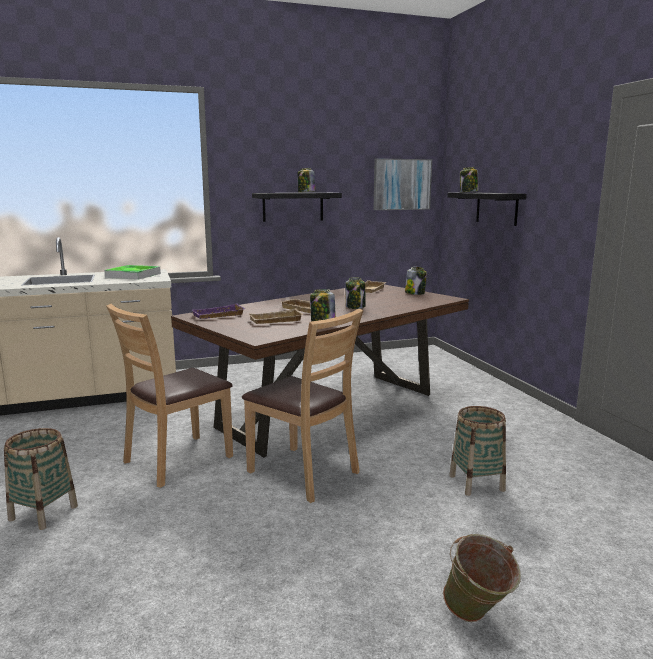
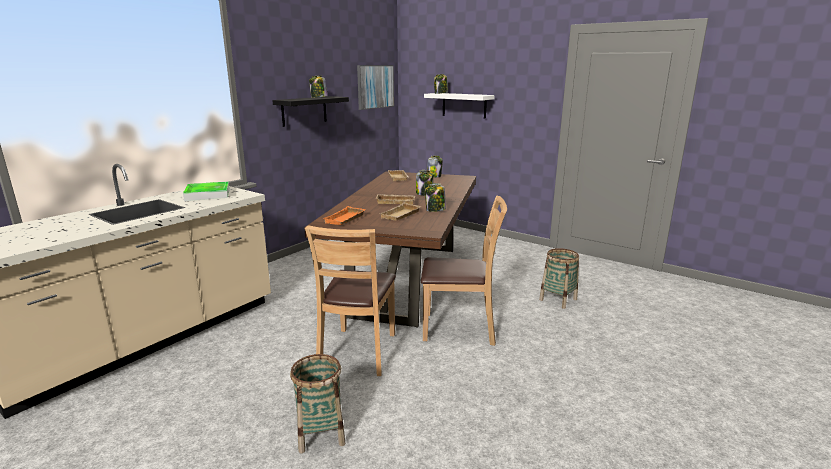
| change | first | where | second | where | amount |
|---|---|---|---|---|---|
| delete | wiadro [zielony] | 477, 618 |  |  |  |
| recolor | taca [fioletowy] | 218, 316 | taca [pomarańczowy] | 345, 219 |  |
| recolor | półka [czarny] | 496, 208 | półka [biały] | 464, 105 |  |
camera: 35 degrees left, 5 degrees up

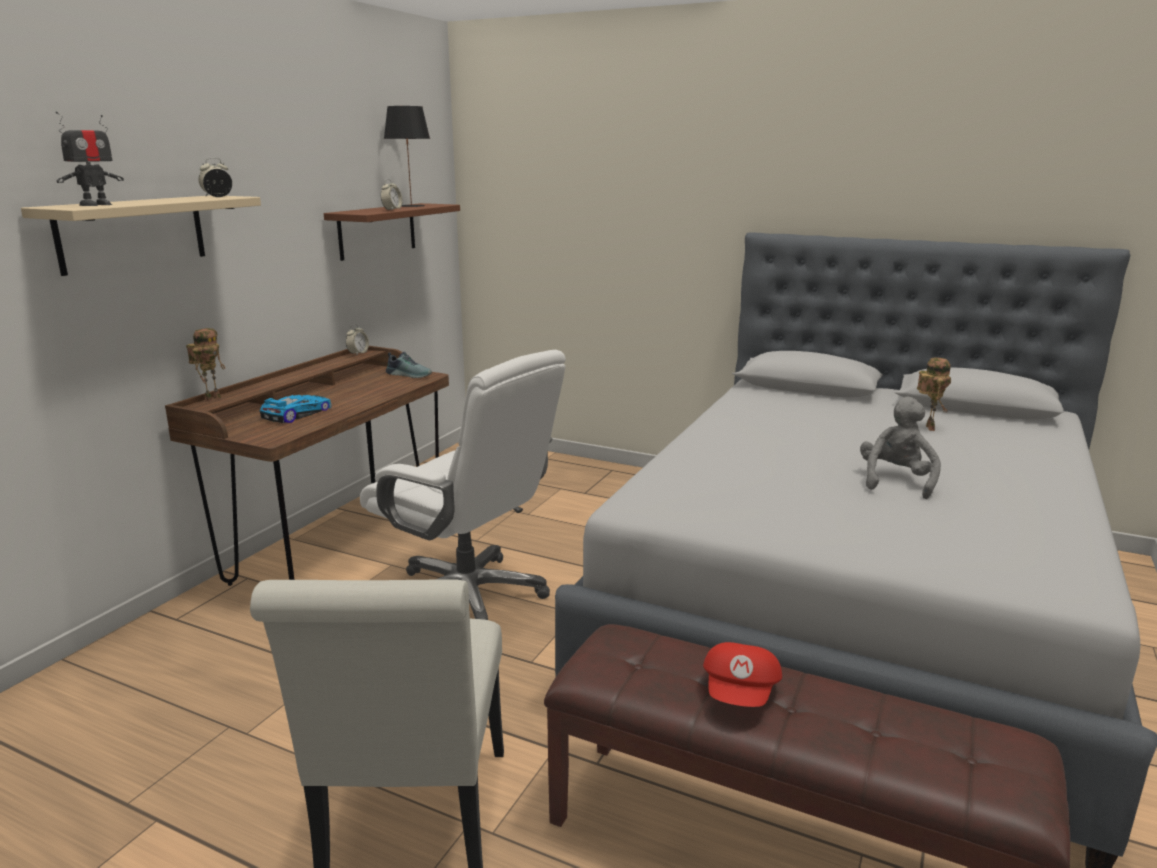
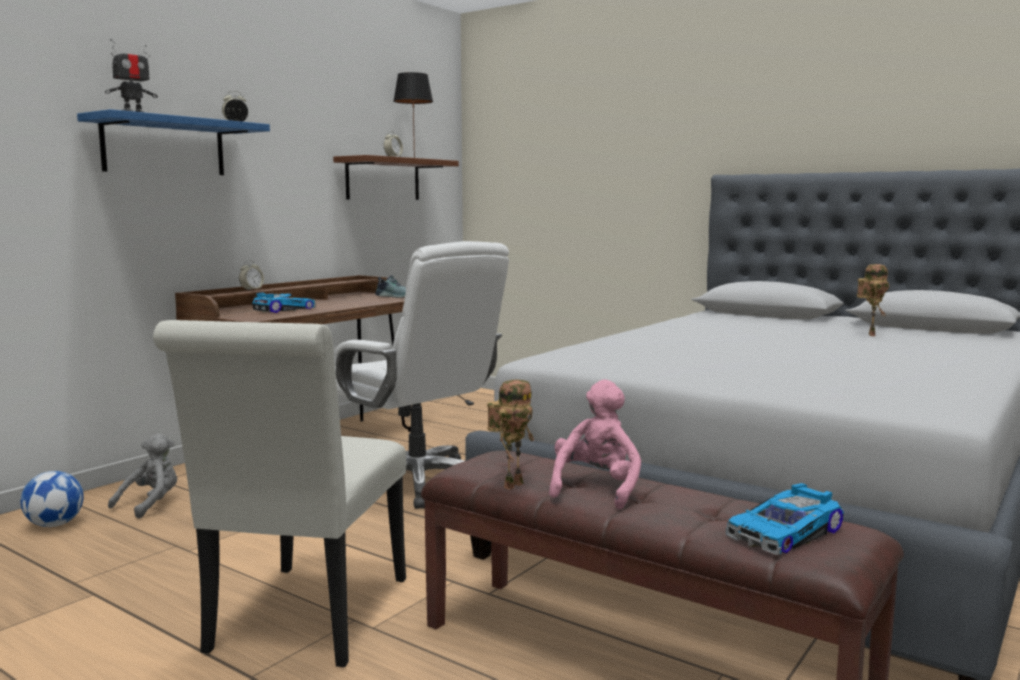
| change | first | where | second | where | amount |
|---|---|---|---|---|---|
| insert |  |  | piłka futbolowa | 55, 525 |  |
| insert |  |  | samochodzik | 787, 534 |  |
| move | robot zabawkowy | 212, 399 |  | 512, 484 |  |
| move | budzik | 358, 353 |  | 252, 289 |  |
| move | pluszak [szary] | 896, 481 |  | 151, 504 |  |
| replace | czapka z daszkiem [czerwony] | 741, 694 | pluszak [różowy] | 596, 489 |  |
| recolor | półka [beżowy] | 132, 233 | półka [niebieski] | 164, 147 |  |
camera: 10 degrees right, 10 degrees down

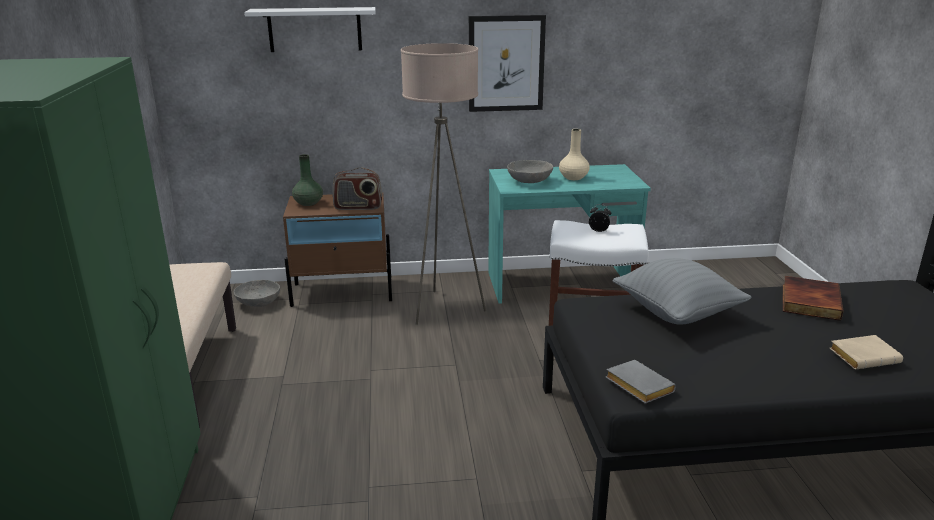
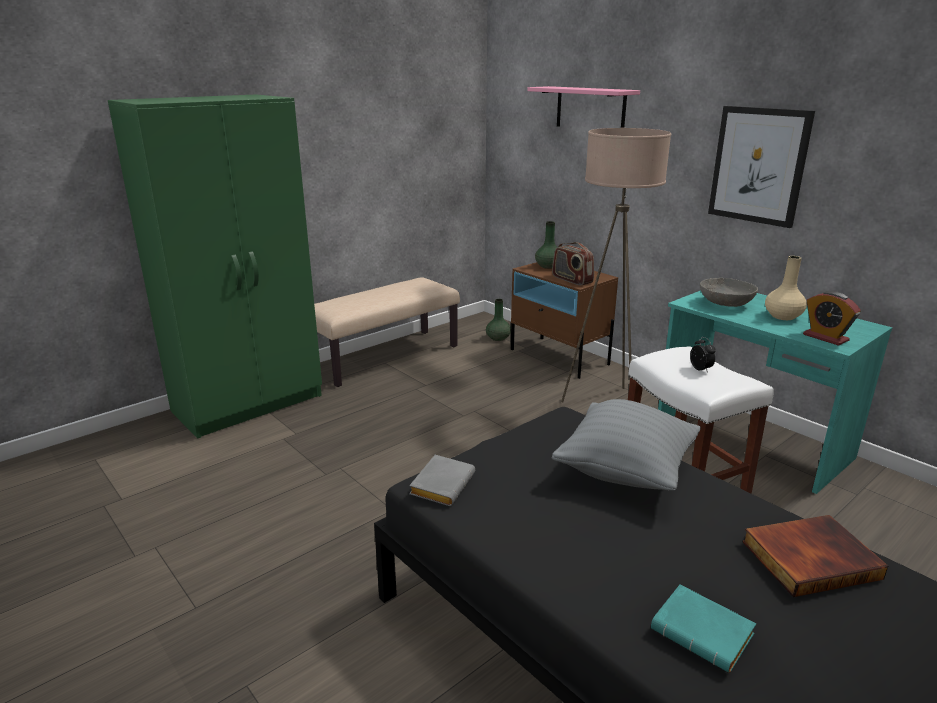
| change | first | where | second | where | amount |
|---|---|---|---|---|---|
| insert |  |  | budzik | 825, 337 |  |
| replace | miska [szary] | 258, 303 | wazon [zielony] | 498, 338 |  |
| recolor | półka [biały] | 315, 29 | półka [różowy] | 590, 109 |  |
| recolor | książka [beżowy] | 864, 356 | książka [turkusowy] | 705, 633 |  |
camera: 55 degrees right, 0 degrees up

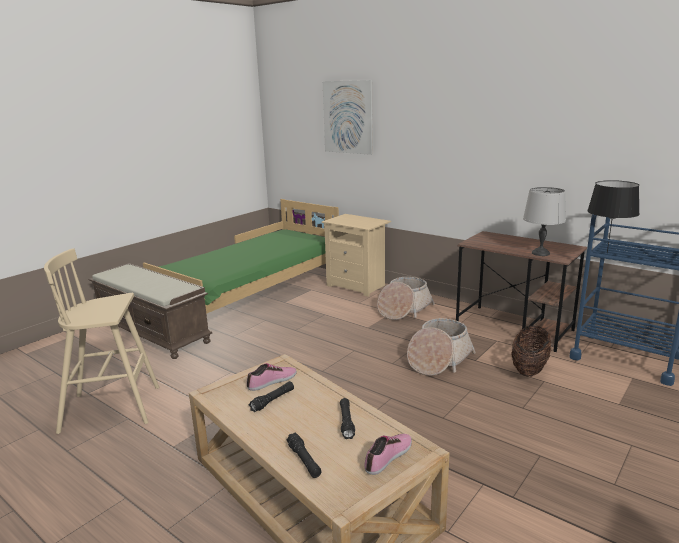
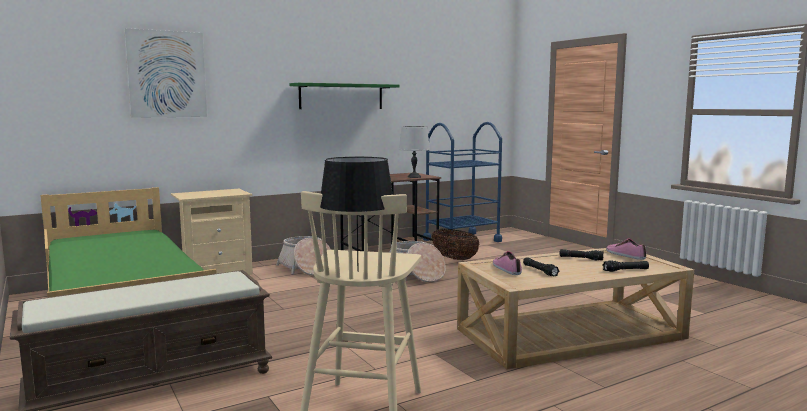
| change | first | where | second | where | amount |
|---|---|---|---|---|---|
| insert |  |  | półka [zielony] | 341, 96 |  |
| move | lampa stołowa [czarny] | 607, 253 |  | 357, 271 |  |
camera: 70 degrees left, 10 degrees down

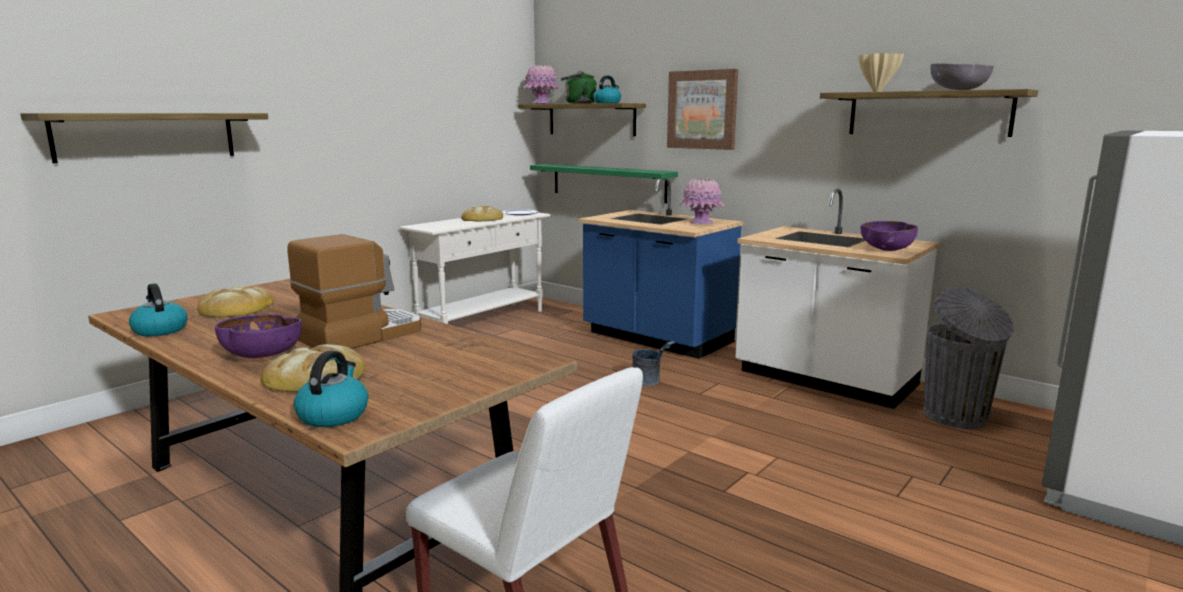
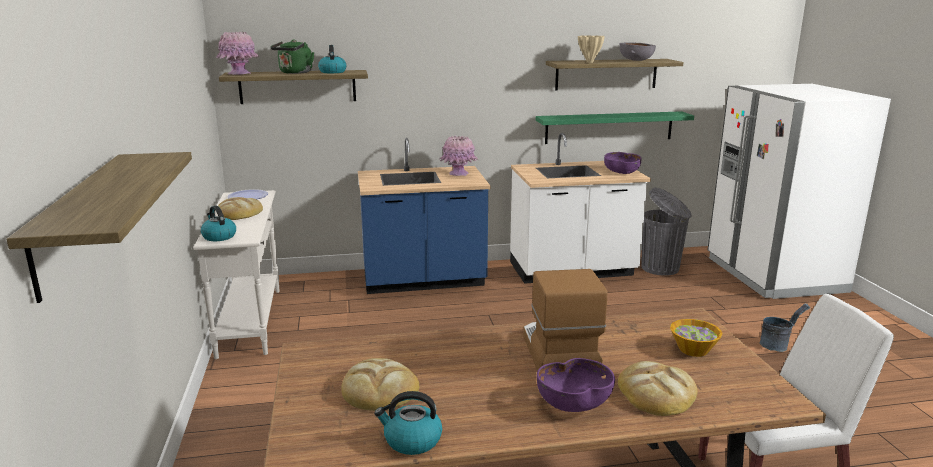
| change | first | where | second | where | amount |
|---|---|---|---|---|---|
| delete | obraz | 702, 110 |  |  |  |
| insert |  |  | miska | 693, 349 |  |
| move | czajnik | 333, 415 |  | 219, 236 |  |
| move | półka [zielony] | 608, 182 |  | 609, 127 |  |
| move | wiadro [szary] | 649, 382 |  | 778, 345 |  |
camera: 50 degrees left, 5 degrees up

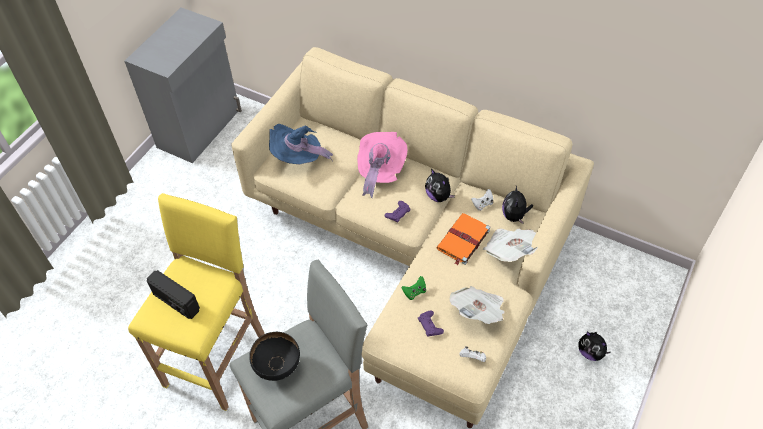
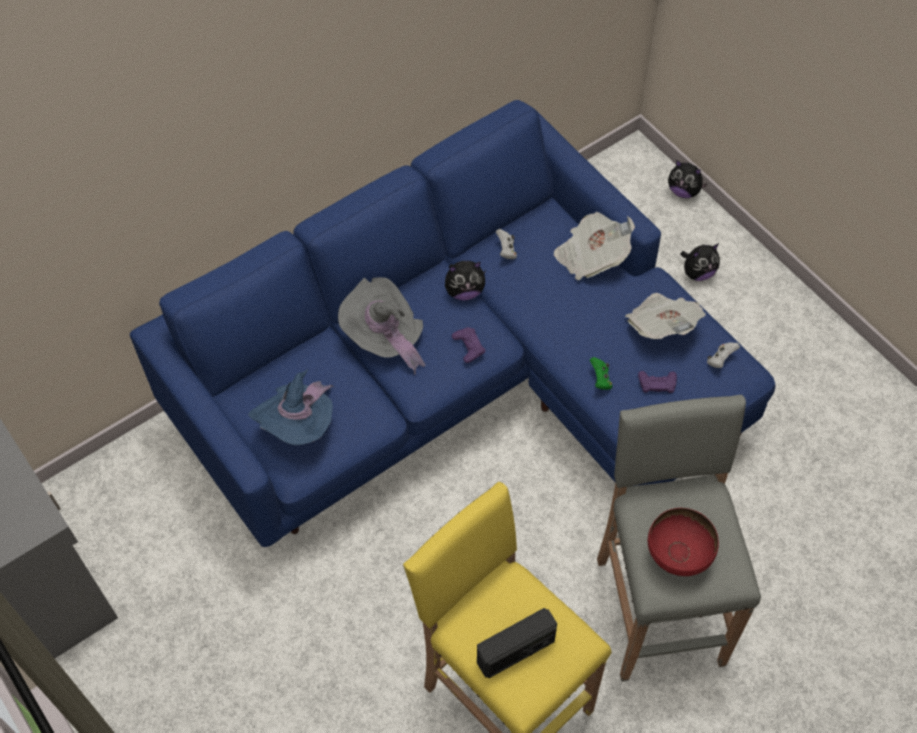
| change | first | where | second | where | amount |
|---|---|---|---|---|---|
| delete | książka [pomarańczowy] | 463, 240 |  |  |  |
| move | pluszak | 514, 216 |  | 684, 191 |  |
| recolor | kanapa [beżowy] | 415, 250 | kanapa [niebieski] | 460, 383 |  |
| recolor | miska [czarny] | 277, 367 | miska [czerwony] | 678, 556 |  |
| recolor | kapelusz [różowy] | 380, 171 | kapelusz [szary] | 384, 338 |  |
camera: 65 degrees left, 5 degrees up

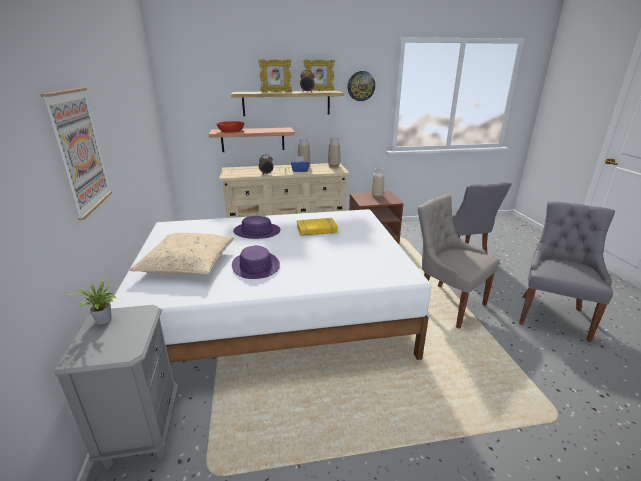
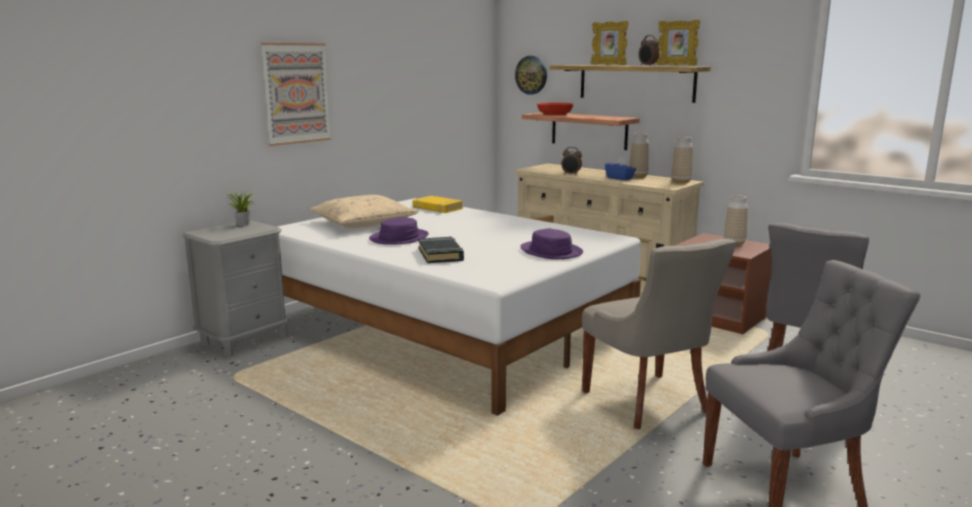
| change | first | where | second | where | amount |
|---|---|---|---|---|---|
| insert |  |  | książka [czarny] | 440, 254 |  |
| move | kapelusz [fioletowy] | 257, 231 |  | 551, 251 |  |
| move | książka [żółty] | 317, 230 |  | 437, 208 |  |
| move | zegar ścienny | 361, 86 |  | 531, 75 |  |
| rotate | krzesło [szary] | 446, 304 |  | 648, 403 | 150 degrees clockwise |
camera: 50 degrees right, 10 degrees down

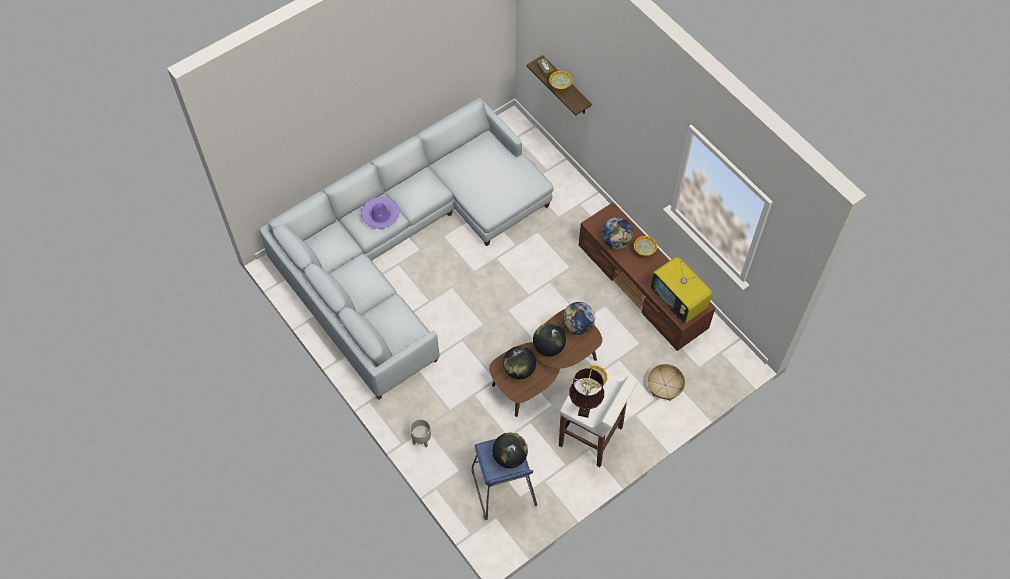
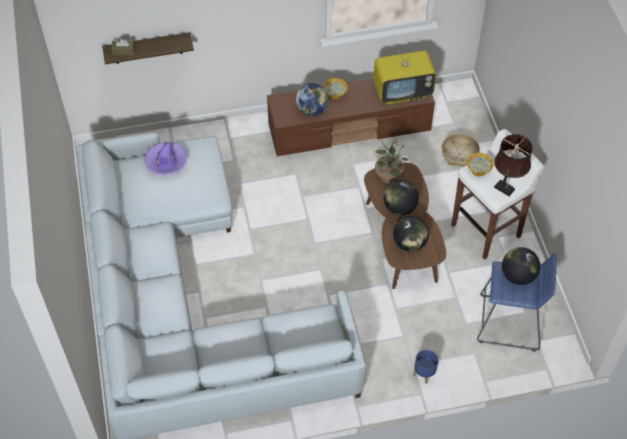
| change | first | where | second | where | amount |
|---|---|---|---|---|---|
| delete | miska | 560, 86 |  |  |  |
| move | kapelusz [fioletowy] | 380, 215 |  | 166, 162 |  |
| replace | globus | 577, 326 | roślina doniczkowa | 388, 176 |  |
| recolor | donica [szary] | 421, 438 | donica [niebieski] | 424, 373 |  |
camera: 65 degrees left, 5 degrees down

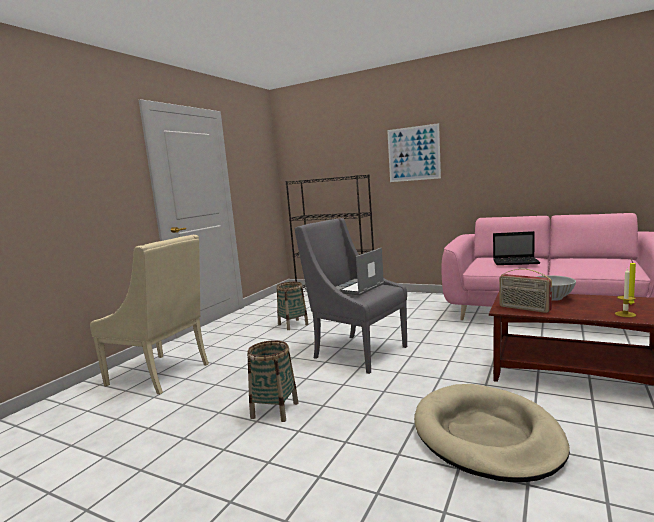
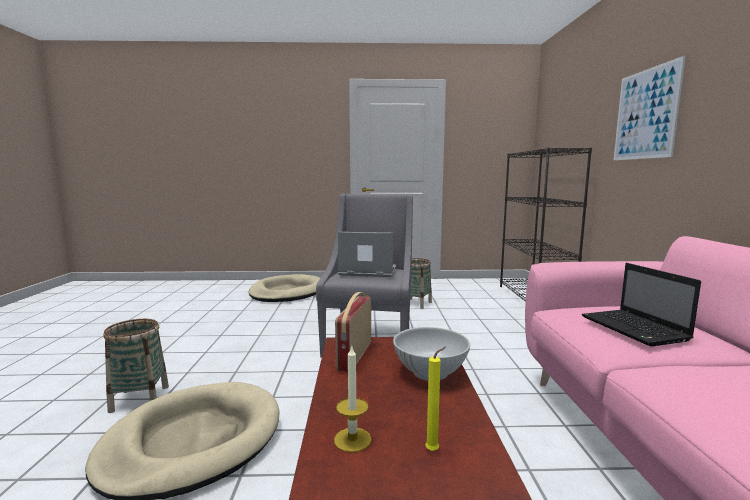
| change | first | where | second | where | amount |
|---|---|---|---|---|---|
| move | koszyk | 274, 410 |  | 140, 398 |  |
| replace | fotel [beżowy] | 162, 374 | legowisko [beżowy] | 287, 292 |  |
camera: 60 degrees right, 0 degrees up

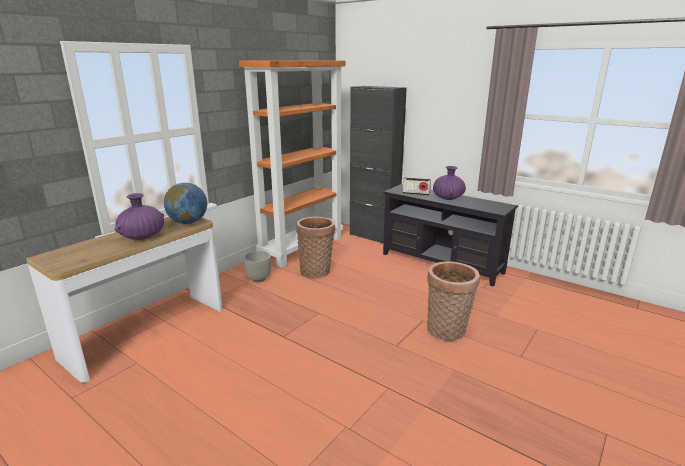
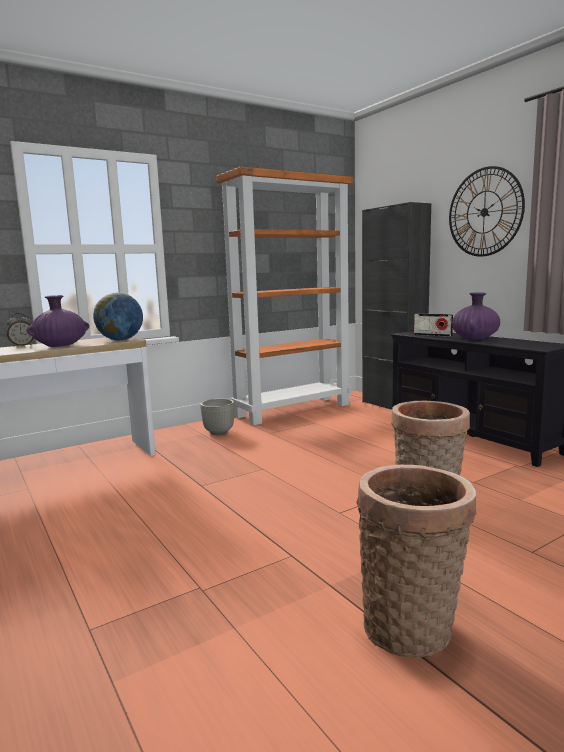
| change | first | where | second | where | amount |
|---|---|---|---|---|---|
| insert |  |  | budzik | 22, 345 |  |
| insert |  |  | zegar ścienny | 484, 212 |  |
| move | koszyk | 316, 271 |  | 412, 626 |  |
camera: 20 degrees right, 10 degrees down

